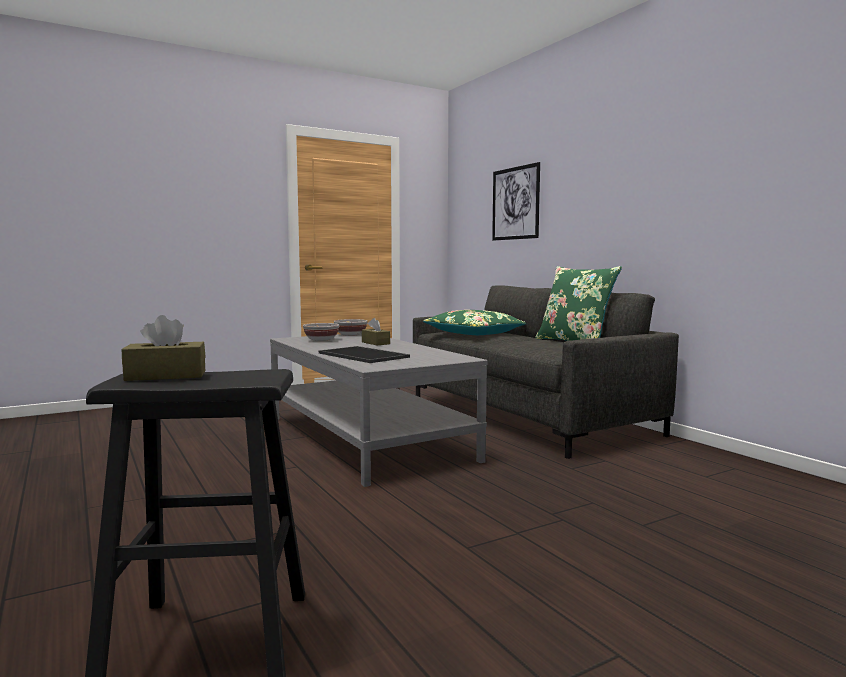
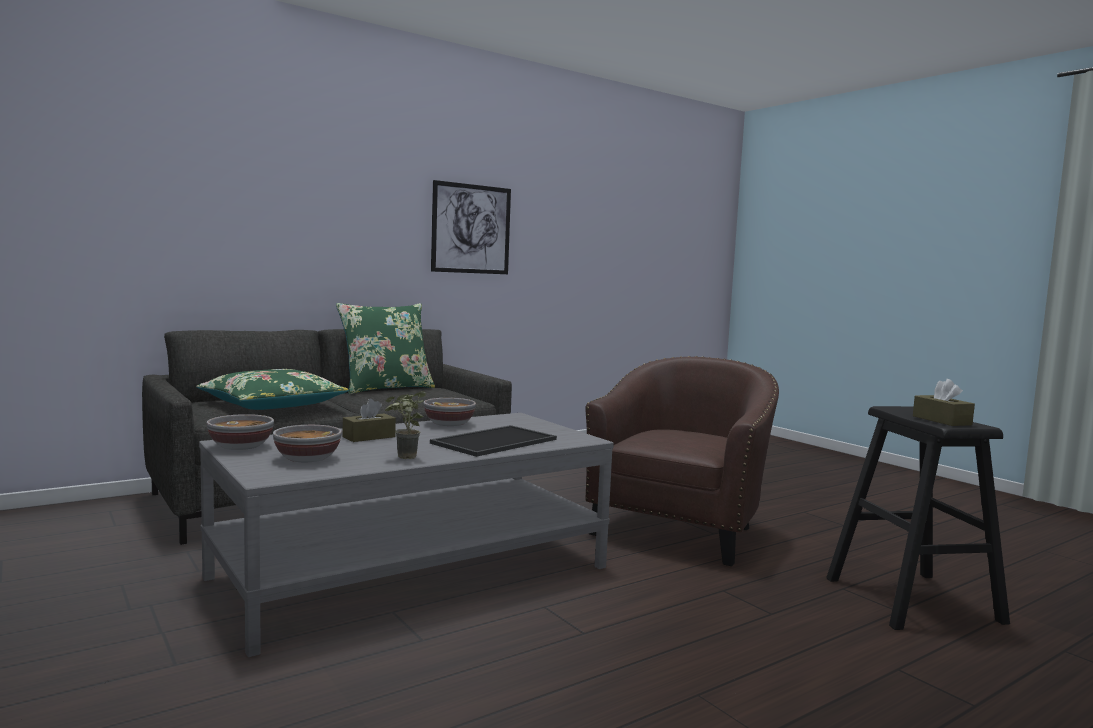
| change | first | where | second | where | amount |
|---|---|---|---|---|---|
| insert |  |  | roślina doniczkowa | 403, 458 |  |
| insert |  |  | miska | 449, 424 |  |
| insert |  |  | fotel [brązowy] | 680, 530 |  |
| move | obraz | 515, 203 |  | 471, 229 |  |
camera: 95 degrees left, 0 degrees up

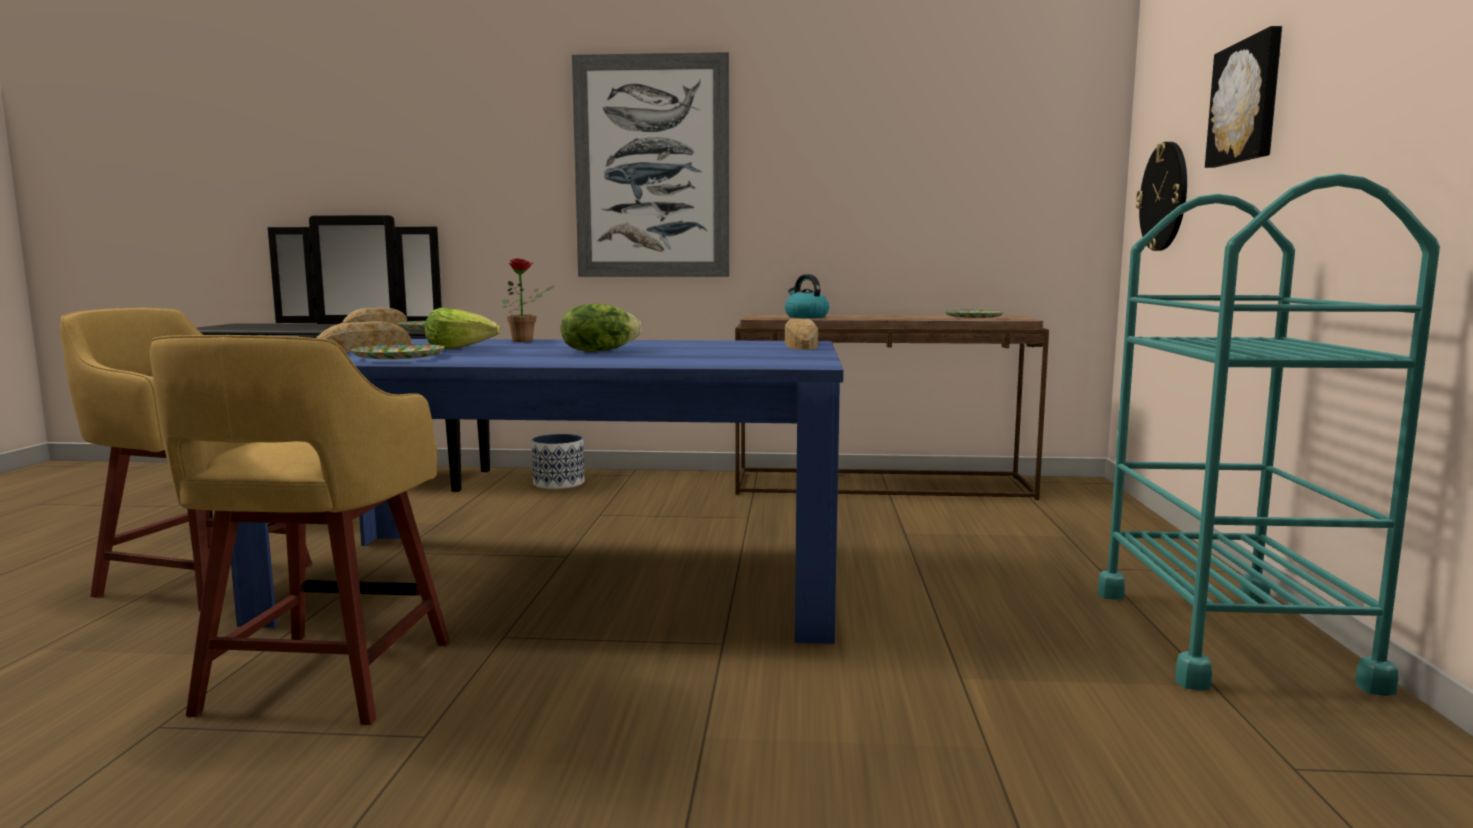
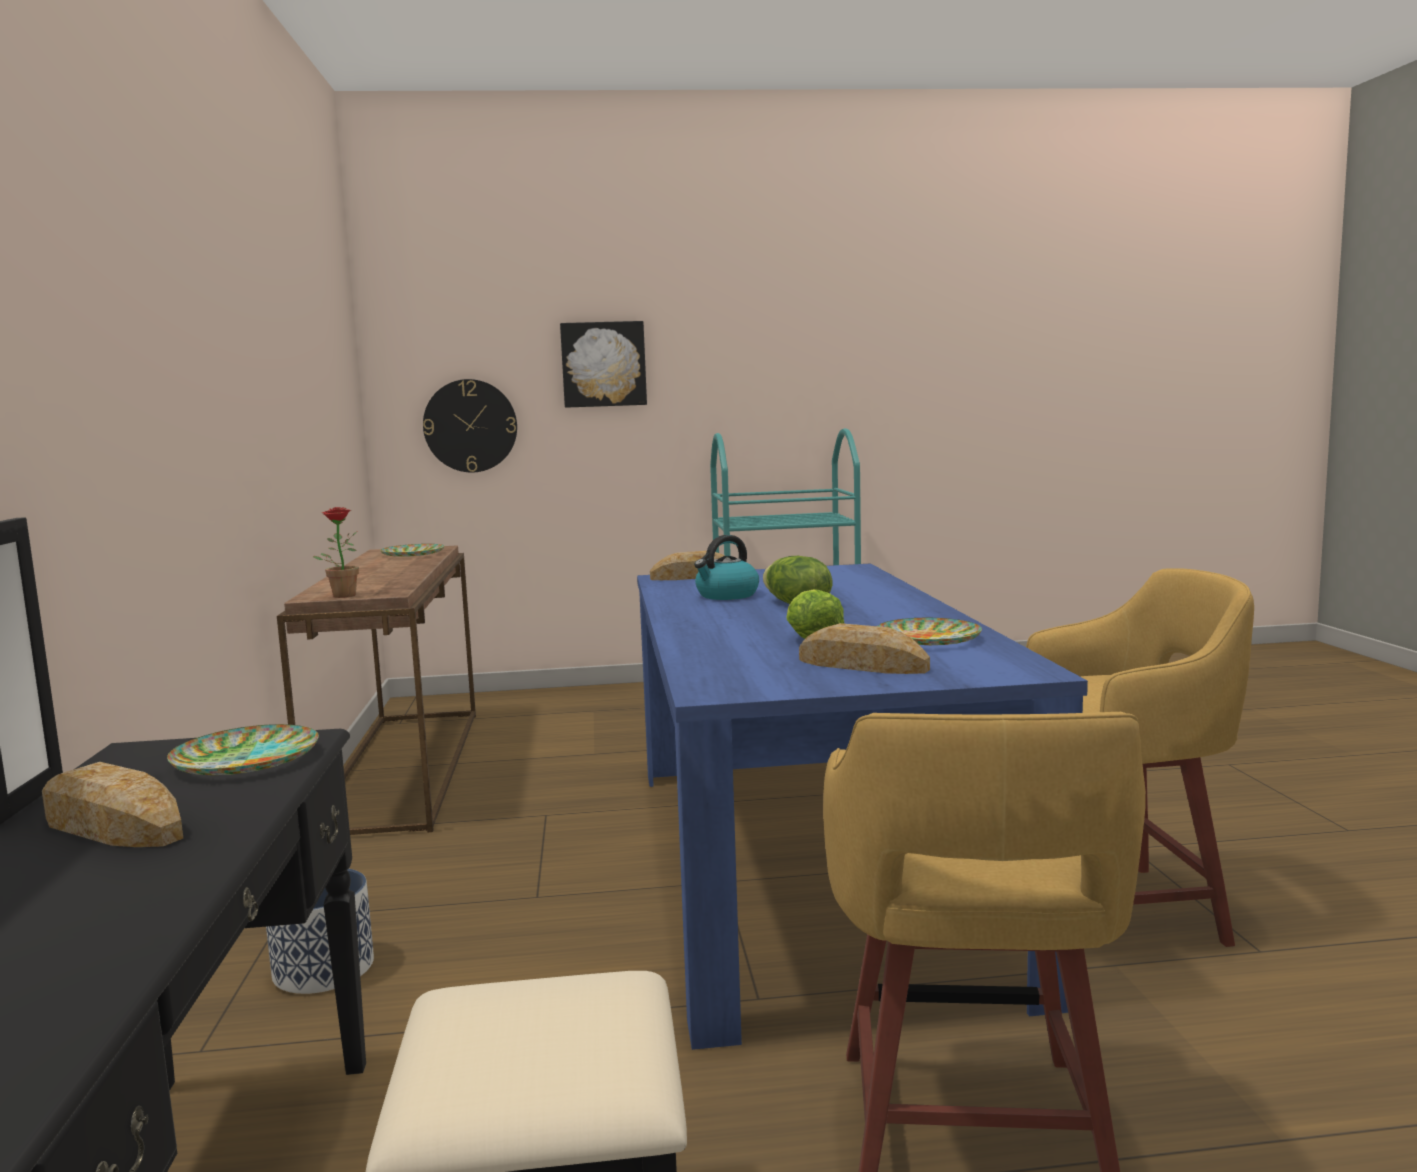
| change | first | where | second | where | amount |
|---|---|---|---|---|---|
| delete | obraz | 652, 167 |  |  |  |
| move | roślina doniczkowa | 527, 341 |  | 342, 595 |  |
| move | czajnik | 805, 317 |  | 726, 595 |  |
camera: 100 degrees left, 0 degrees up

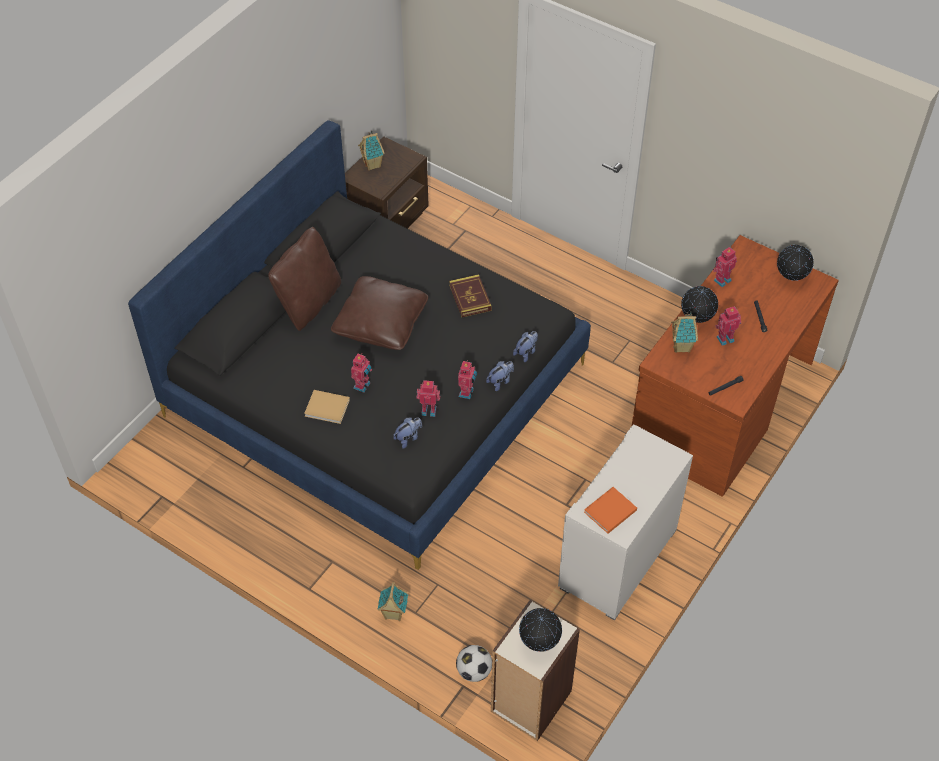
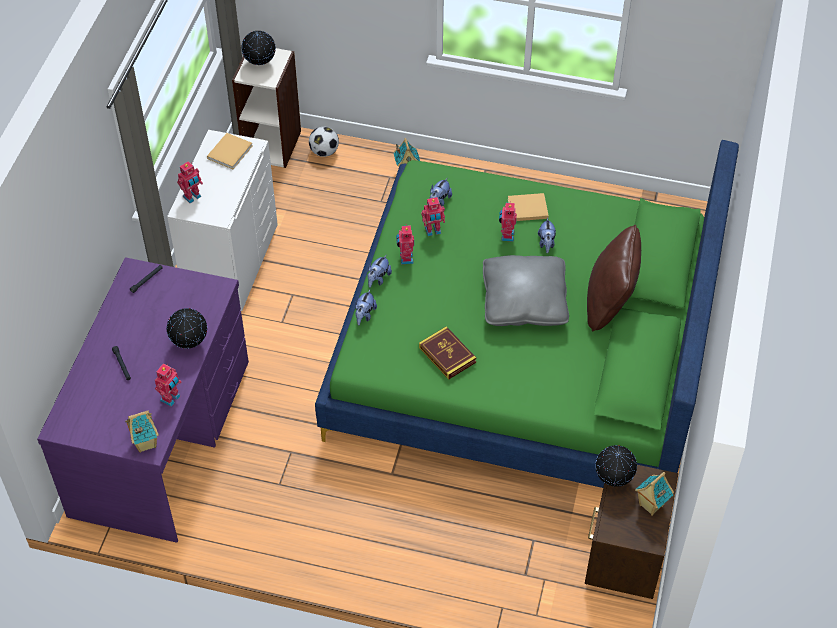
| change | first | where | second | where | amount |
|---|---|---|---|---|---|
| insert |  |  | pluszak | 546, 243 |  |
| move | domek | 682, 347 |  | 145, 443 |  |
| move | robot zabawkowy | 724, 338 |  | 192, 197 |  |
| move | globus | 791, 278 |  | 613, 479 |  |
| recolor | łóżko [czarny] | 376, 389 | łóżko [zielony] | 523, 349 |  |
| recolor | poduszka [brązowy] | 381, 323 | poduszka [szary] | 524, 301 |  |
| recolor | książka [pomarańczowy] | 609, 512 | książka [beżowy] | 230, 151 |  |
| recolor | biurko [brązowy] | 721, 404 | biurko [fioletowy] | 162, 438 |  |
camera: 160 degrees right, 0 degrees up

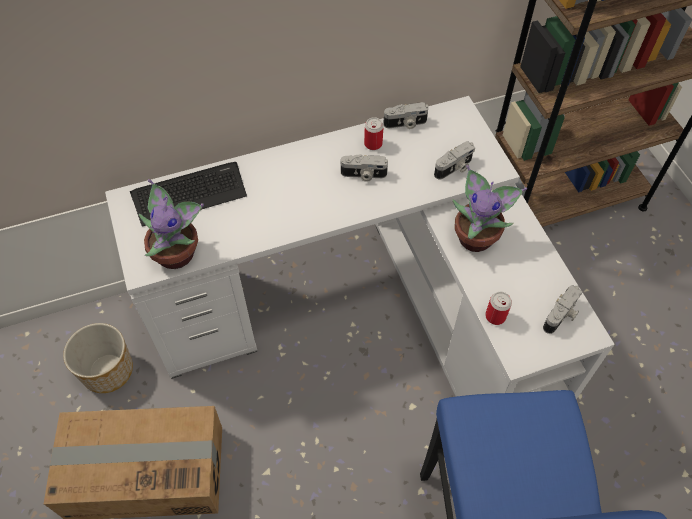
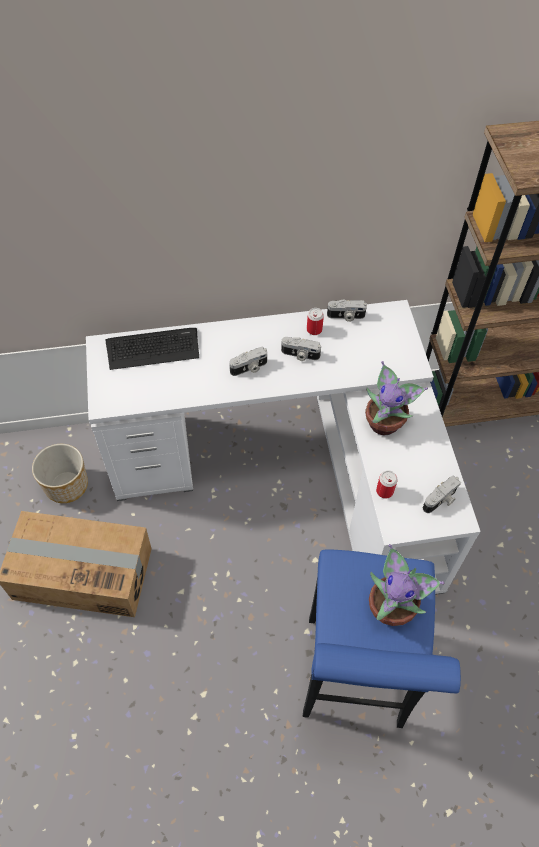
| change | first | where | second | where | amount |
|---|---|---|---|---|---|
| move | roślina doniczkowa | 178, 253 |  | 392, 607 |  |
| move | aparat fotograficzny | 454, 168 |  | 249, 368 |  |
camera: 10 degrees right, 0 degrees up

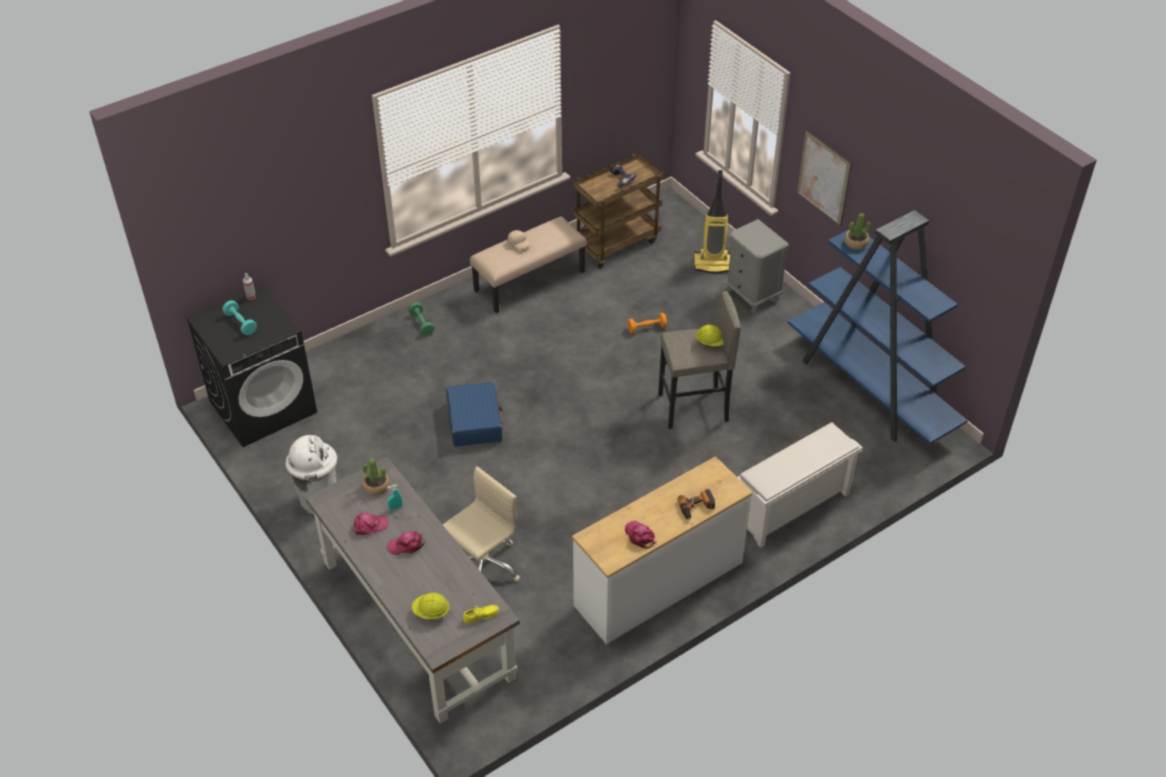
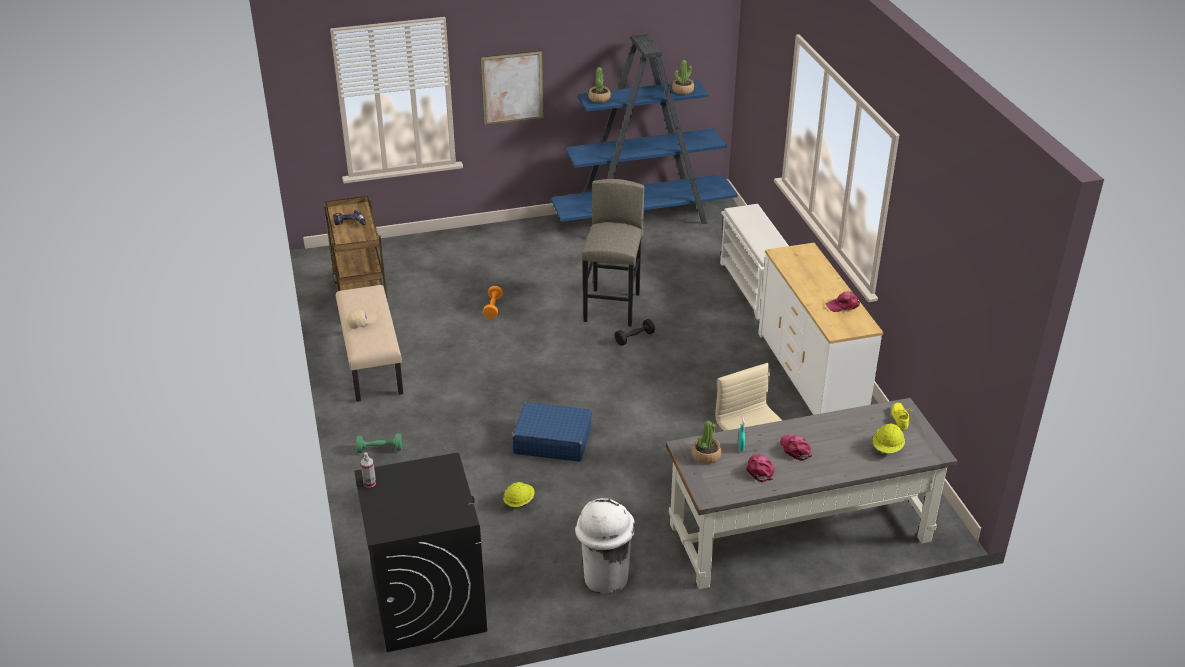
| change | first | where | second | where | amount |
|---|---|---|---|---|---|
| delete | hantel [turkusowy] | 241, 323 |  |  |  |
| delete | wiertarka | 697, 507 |  |  |  |
| delete | odkurzacz | 713, 264 |  |  |  |
| delete | szafka nocna [szary] | 752, 295 |  |  |  |
| insert |  |  | hantel [czarny] | 634, 338 |  |
| insert |  |  | roślina doniczkowa | 683, 90 |  |
| move | kask [żółty] | 711, 343 |  | 519, 502 |  |
| rotate | czapka z daszkiem [różowy] | 406, 545 |  | 795, 449 | 150 degrees clockwise |
camera: 70 degrees left, 10 degrees down

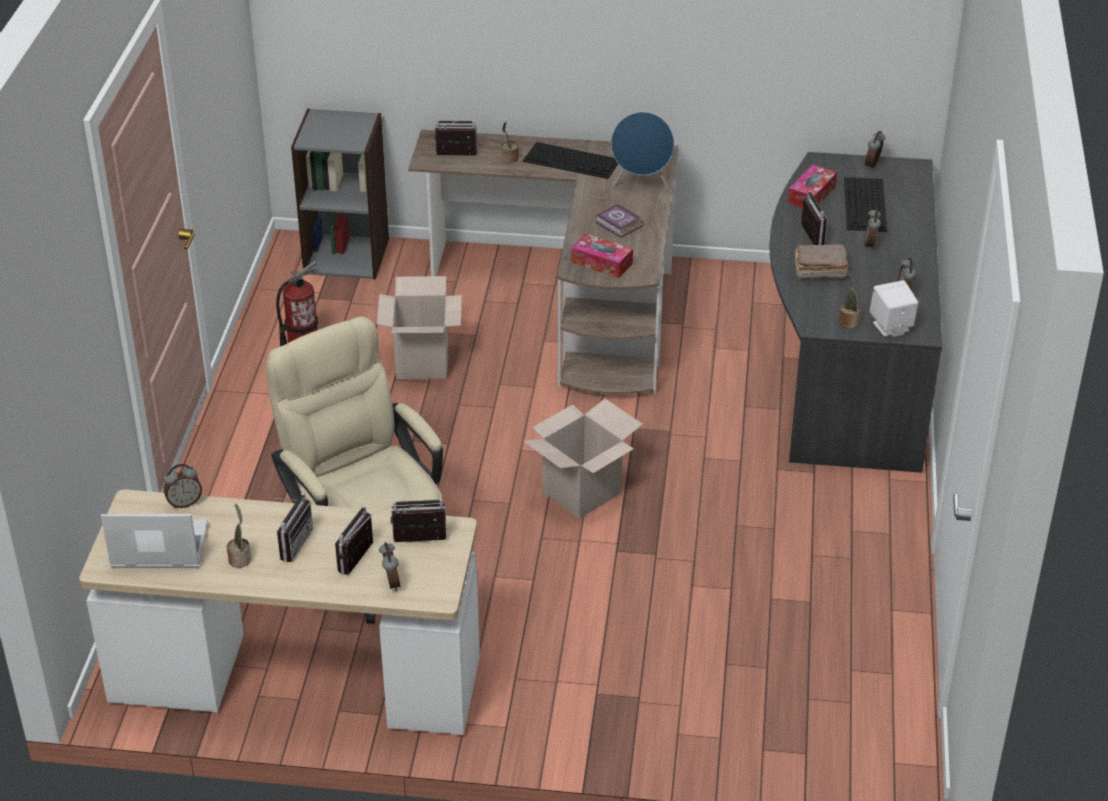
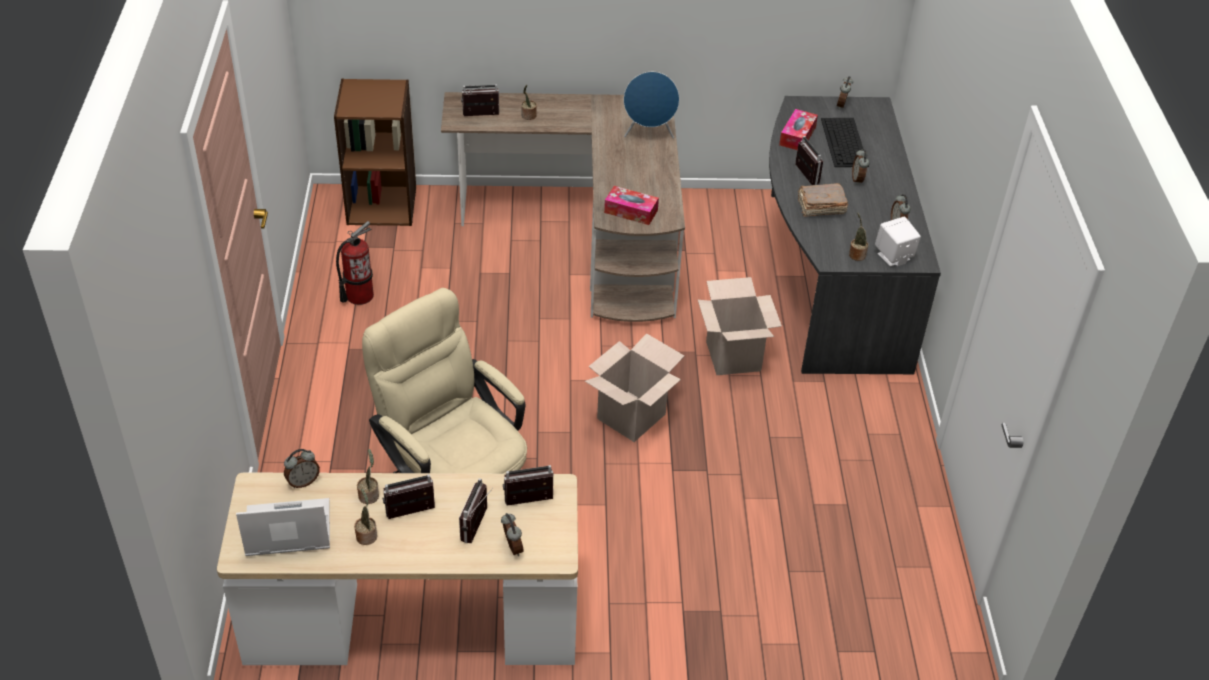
| change | first | where | second | where | amount |
|---|---|---|---|---|---|
| delete | klawiatura | 572, 160 |  |  |  |
| delete | książka | 619, 225 |  |  |  |
| insert |  |  | roślina doniczkowa | 369, 495 |  |
| move | karton | 422, 362 |  | 733, 356 |  |
| recolor | regał [szary] | 347, 255 | regał [brązowy] | 382, 205 |  |
| rotate | radio | 291, 543 |  | 411, 515 | 120 degrees counterclockwise |
camera: 10 degrees left, 5 degrees up

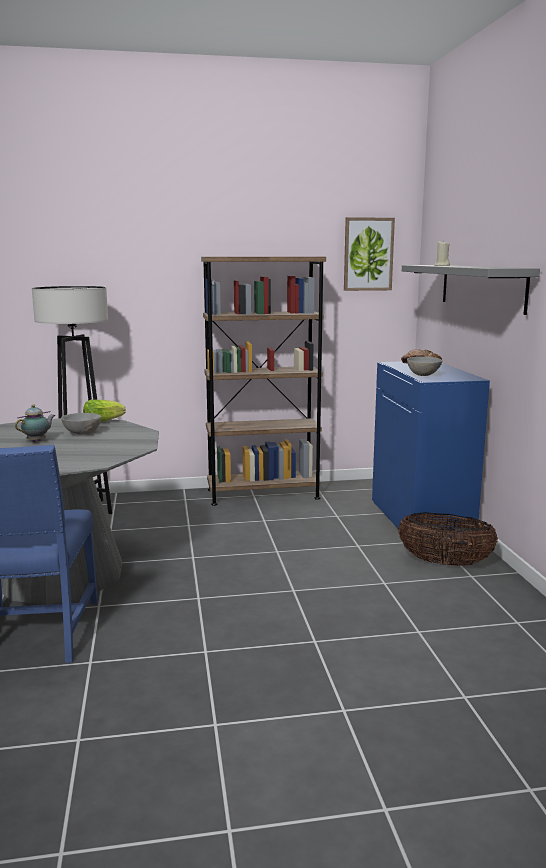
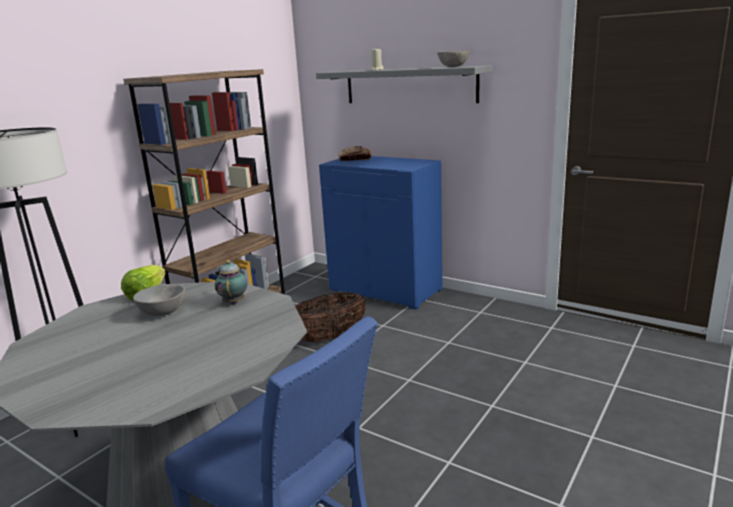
| change | first | where | second | where | amount |
|---|---|---|---|---|---|
| delete | obraz | 368, 254 |  |  |  |
| move | imbryk | 38, 441 |  | 234, 301 |  |
| move | koszyk | 445, 563 |  | 329, 337 |  |
| move | miska [szary] | 424, 375 |  | 454, 67 |  |
camera: 45 degrees left, 5 degrees up

